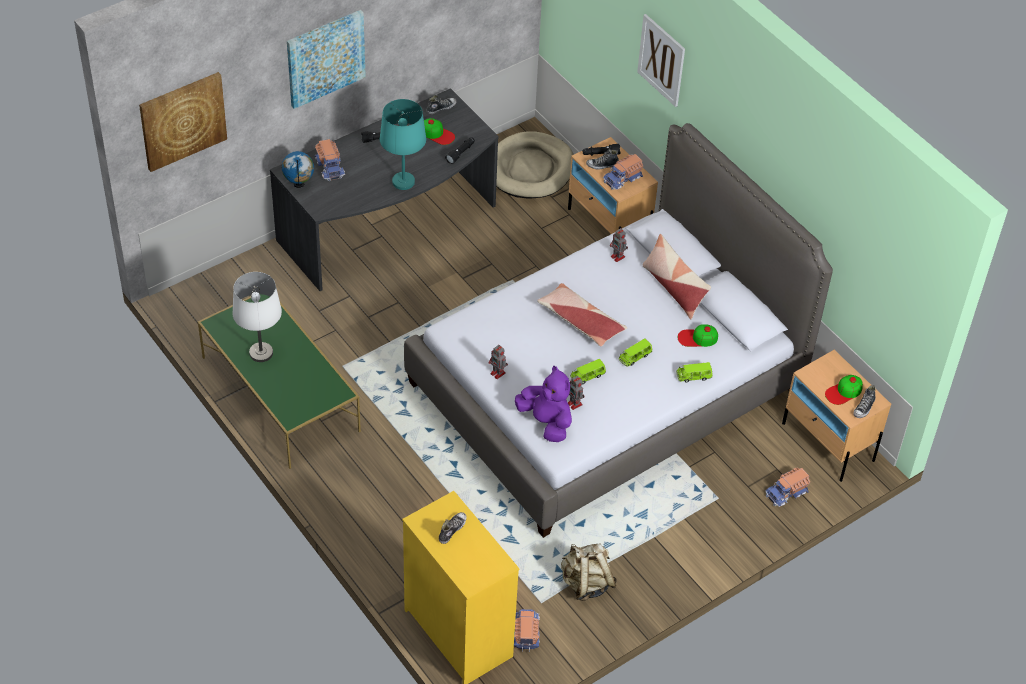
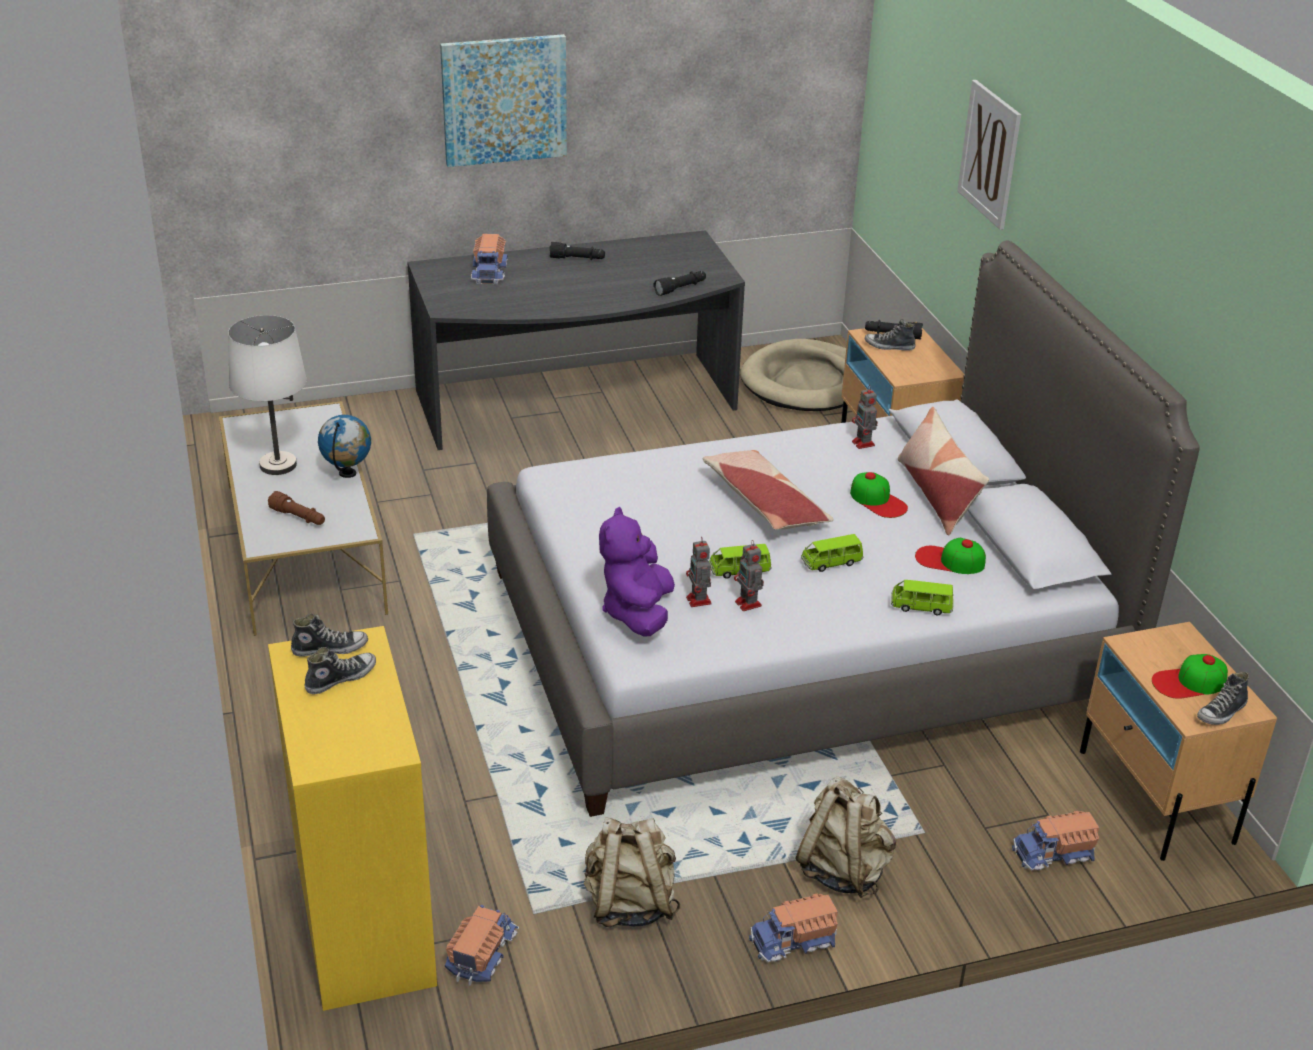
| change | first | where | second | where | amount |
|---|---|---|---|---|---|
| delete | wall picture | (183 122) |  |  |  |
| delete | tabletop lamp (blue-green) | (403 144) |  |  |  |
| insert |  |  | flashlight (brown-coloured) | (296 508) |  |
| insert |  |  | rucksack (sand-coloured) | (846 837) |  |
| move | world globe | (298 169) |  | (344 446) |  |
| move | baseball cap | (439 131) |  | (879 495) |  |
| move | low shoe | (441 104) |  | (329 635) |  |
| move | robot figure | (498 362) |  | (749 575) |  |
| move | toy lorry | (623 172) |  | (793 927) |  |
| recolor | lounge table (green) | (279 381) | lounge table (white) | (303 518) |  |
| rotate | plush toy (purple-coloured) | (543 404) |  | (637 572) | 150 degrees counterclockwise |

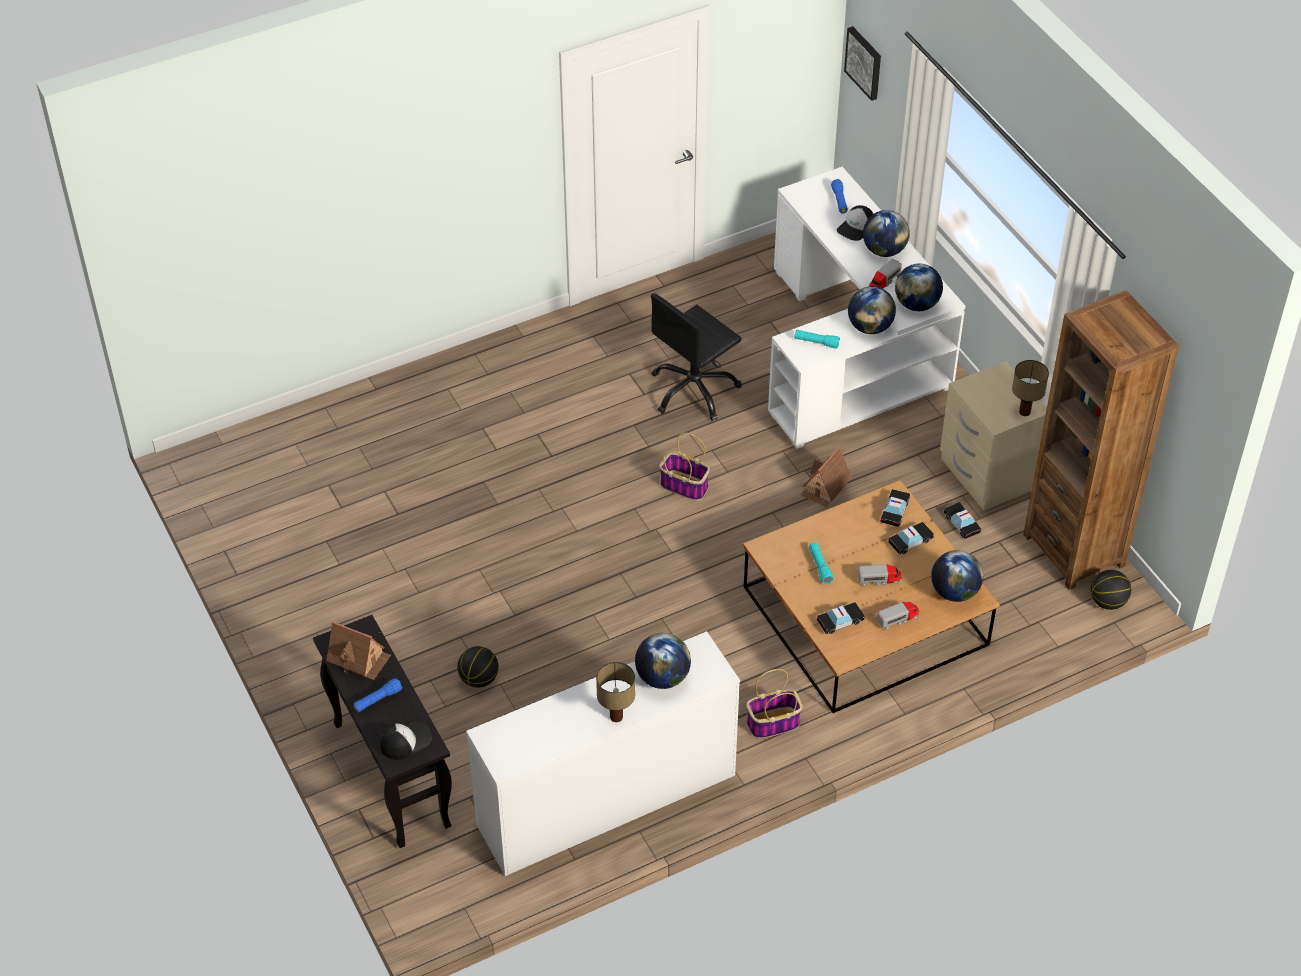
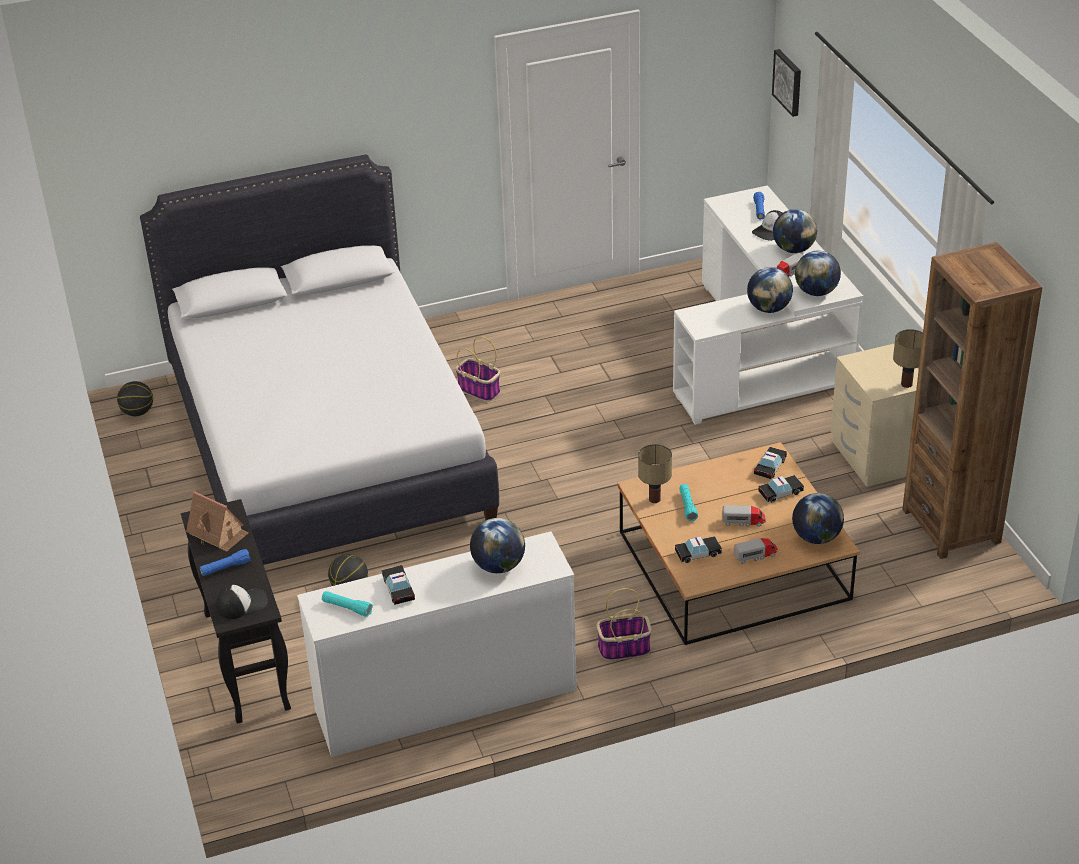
| change | first | where | second | where | amount |
|---|---|---|---|---|---|
| delete | desk chair (black-coloured) | (696 357) |  |  |  |
| delete | model house | (826 477) |  |  |  |
| insert |  |  | bedroom bed (white) | (319 359) |  |
| move | tabletop lamp | (615 692) |  | (655 473) |  |
| move | storage basket | (684 467) |  | (478 369) |  |
| move | flashlight (blue-green) | (817 339) |  | (347 604) |  |
| move | toy car | (962 520) |  | (398 585) |  |
| move | basketball | (1110 590) |  | (135 398) |  |

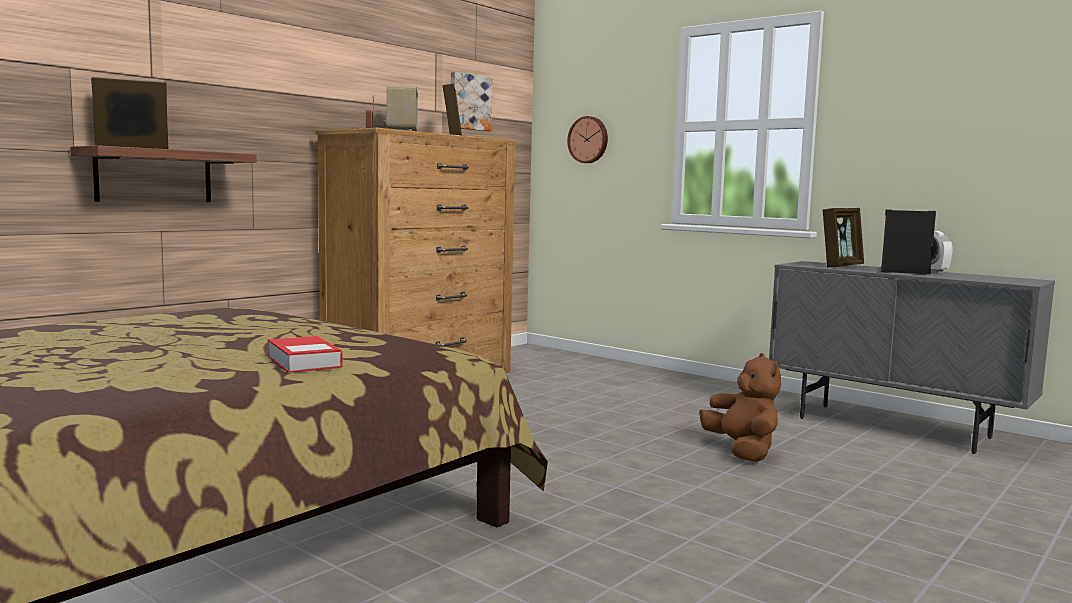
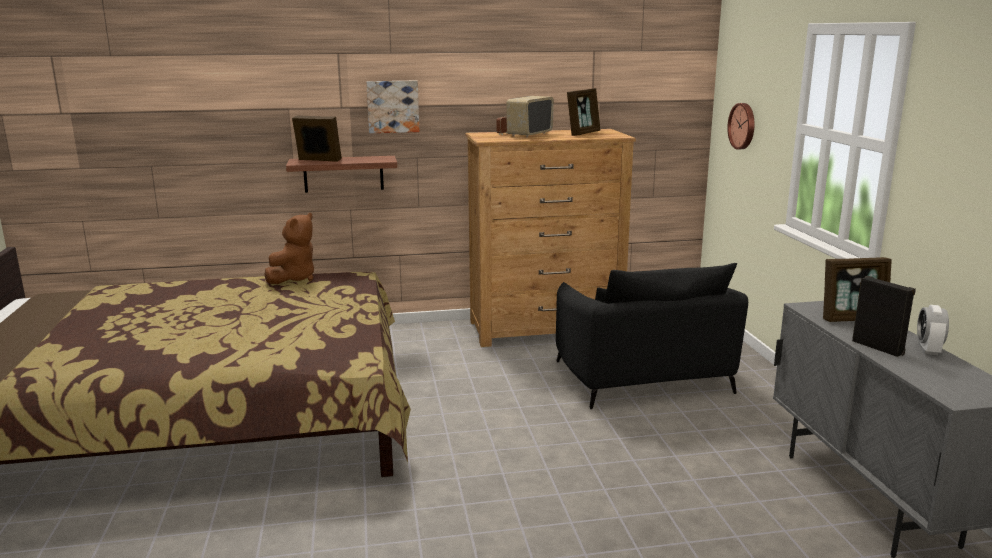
| change | first | where | second | where | amount |
|---|---|---|---|---|---|
| delete | book | (305 354) |  |  |  |
| insert |  |  | lounge chair (black-coloured) | (652 336) |  |
| move | wall picture | (471 101) |  | (392 107) |  |
| move | plush toy (brown-coloured) | (740 407) |  | (289 248) |  |

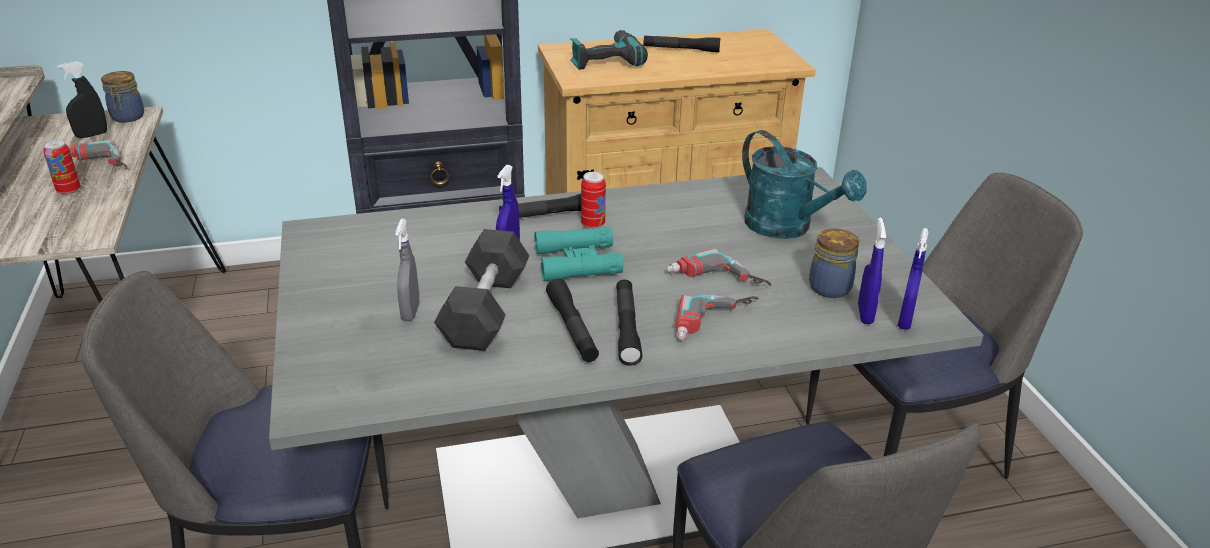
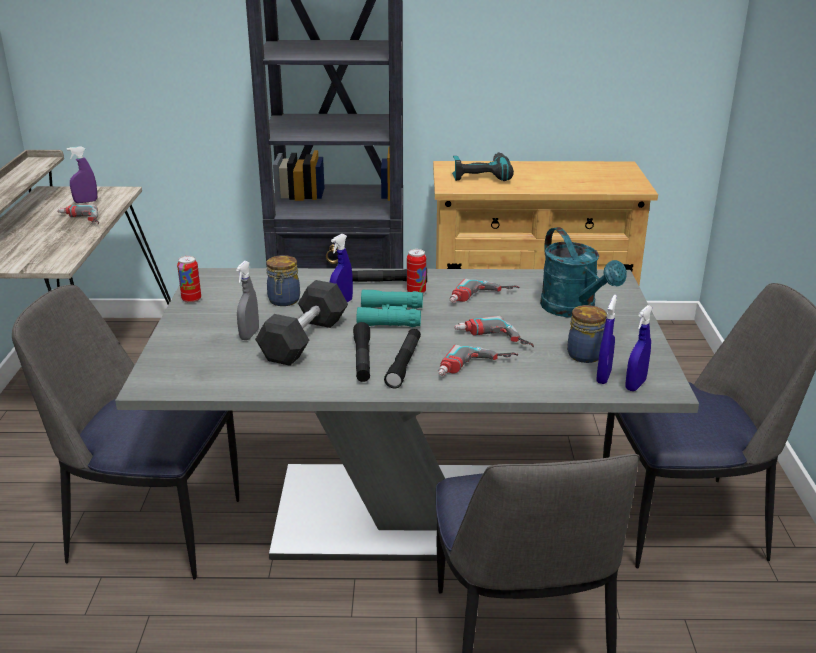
| change | first | where | second | where | amount |
|---|---|---|---|---|---|
| delete | flashlight (black-coloured) | (682 43) |  |  |  |
| insert |  |  | electric drill | (485 290) |  |
| move | metal can | (61 167) |  | (189 279) |  |
| move | preserve jar | (122 97) |  | (283 280) |  |
| recolor | spray bottle (black-coloured) | (82 99) | spray bottle (purple-coloured) | (82 174) |  |

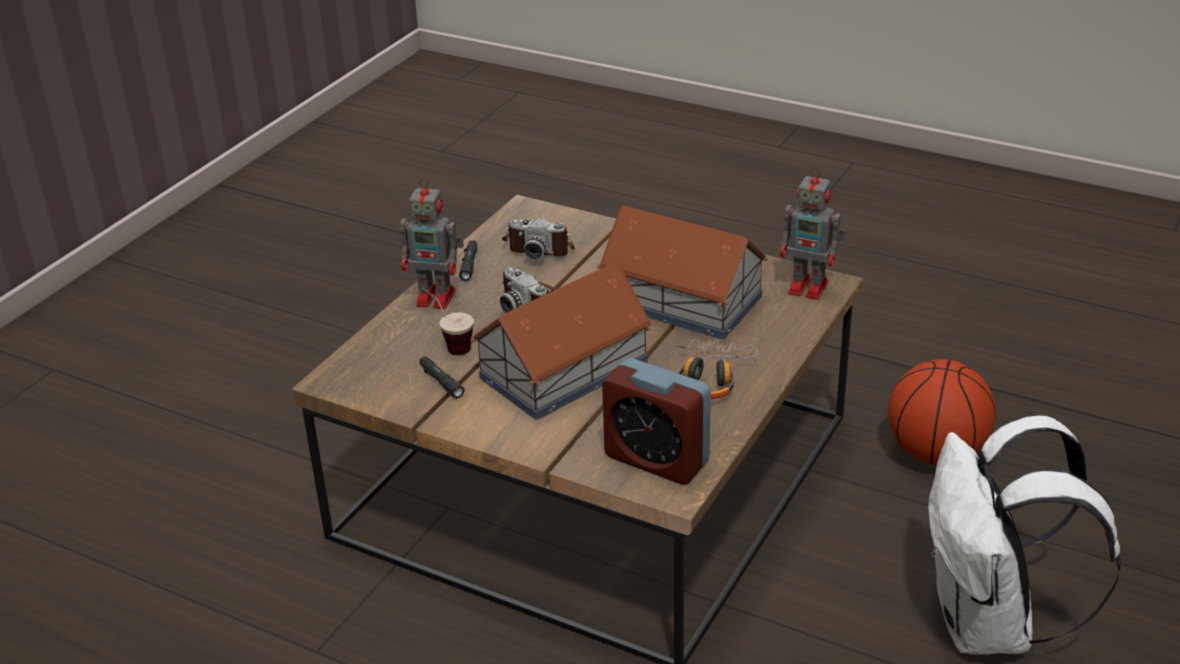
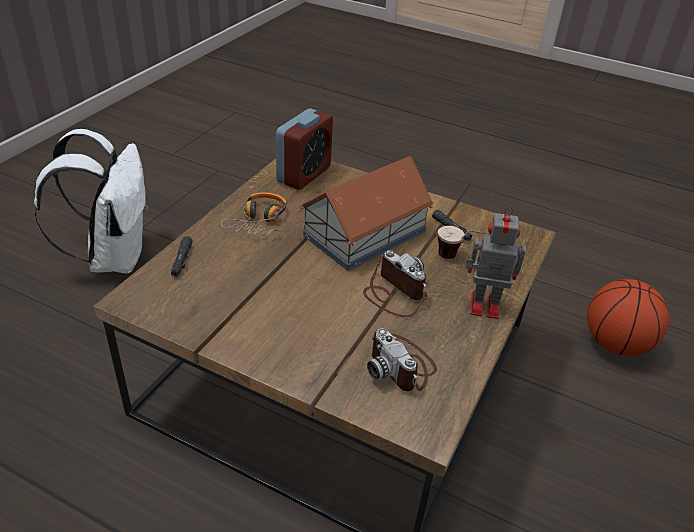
| change | first | where | second | where | amount |
|---|---|---|---|---|---|
| delete | model house | (682 273) |  |  |  |
| delete | robot figure | (813 233) |  |  |  |
| move | flashlight (black-coloured) | (468 260) |  | (182 256) |  |
| move | basketball | (942 412) |  | (628 317) |  |
| rotate | photo camera | (538 238) |  | (402 359) | 135 degrees counterclockwise |
| rotate | alarm clock | (656 421) |  | (304 149) | 90 degrees clockwise |

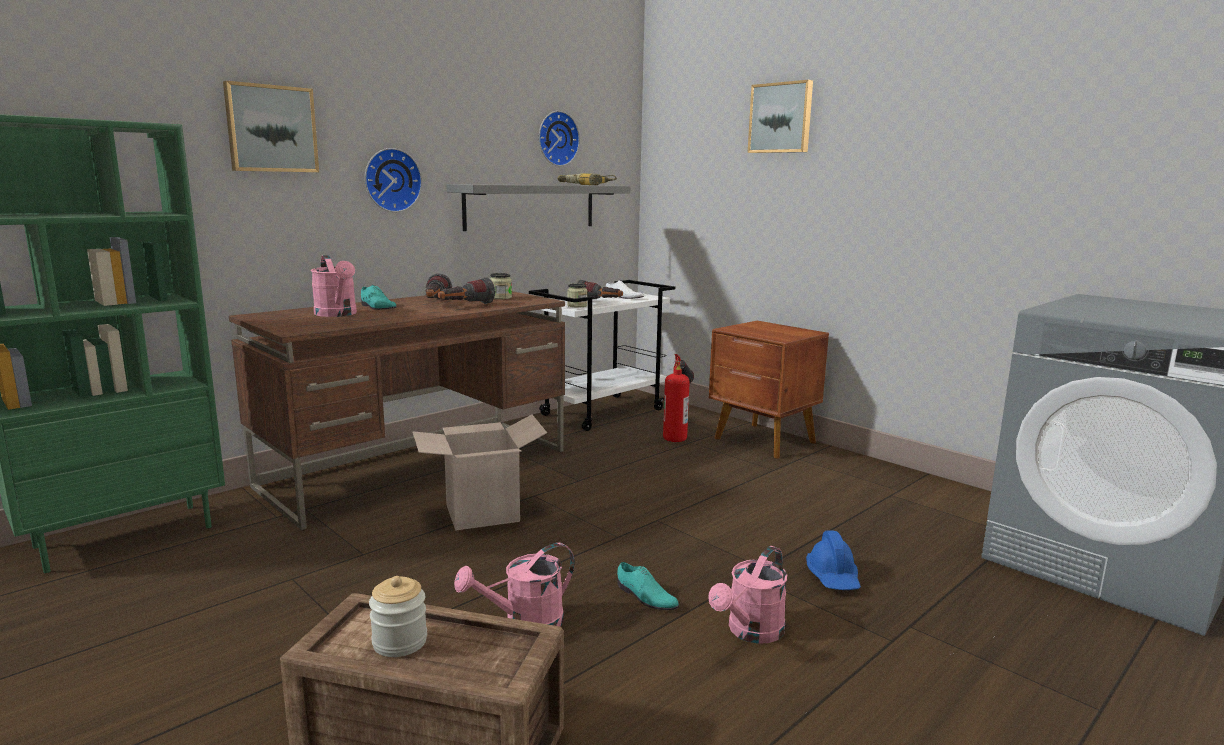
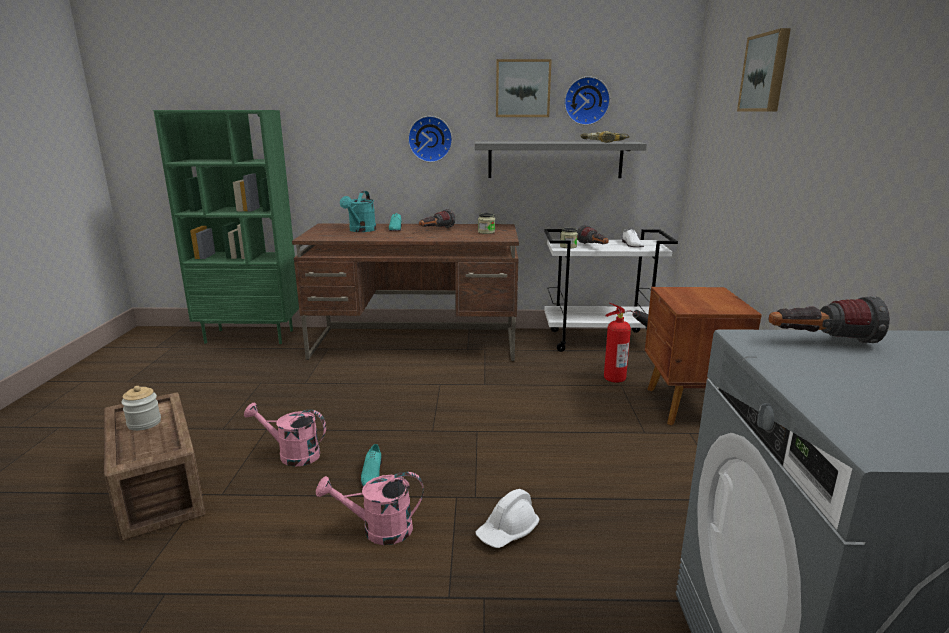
| change | first | where | second | where | amount |
|---|---|---|---|---|---|
| delete | carton | (479 472) |  |  |  |
| move | wall picture | (271 126) |  | (524 88) |  |
| move | flashlight | (466 290) |  | (829 319) |  |
| recolor | watering can (pink-coloured) | (333 286) | watering can (blue-green) | (358 211) |  |
| recolor | hard hat (blue-coloured) | (833 560) | hard hat (white) | (507 518) |  |

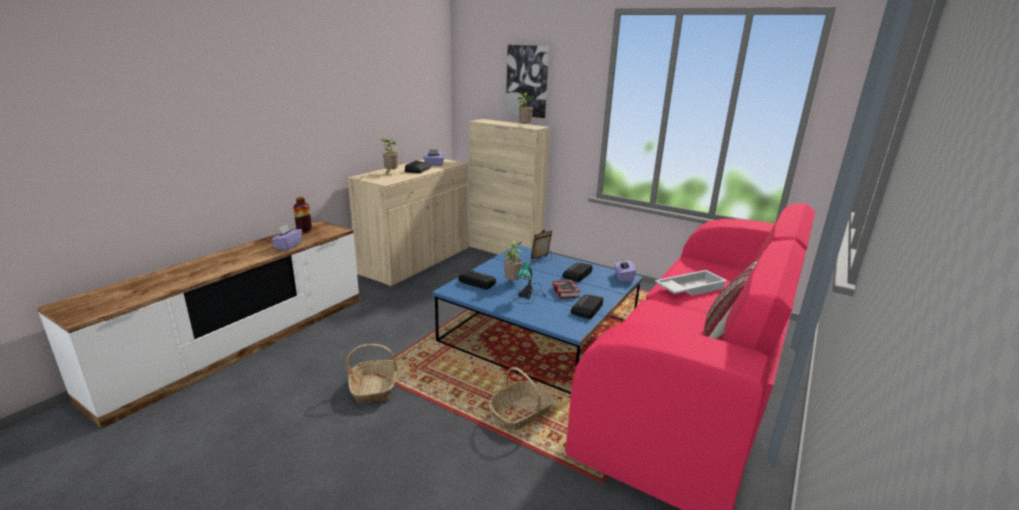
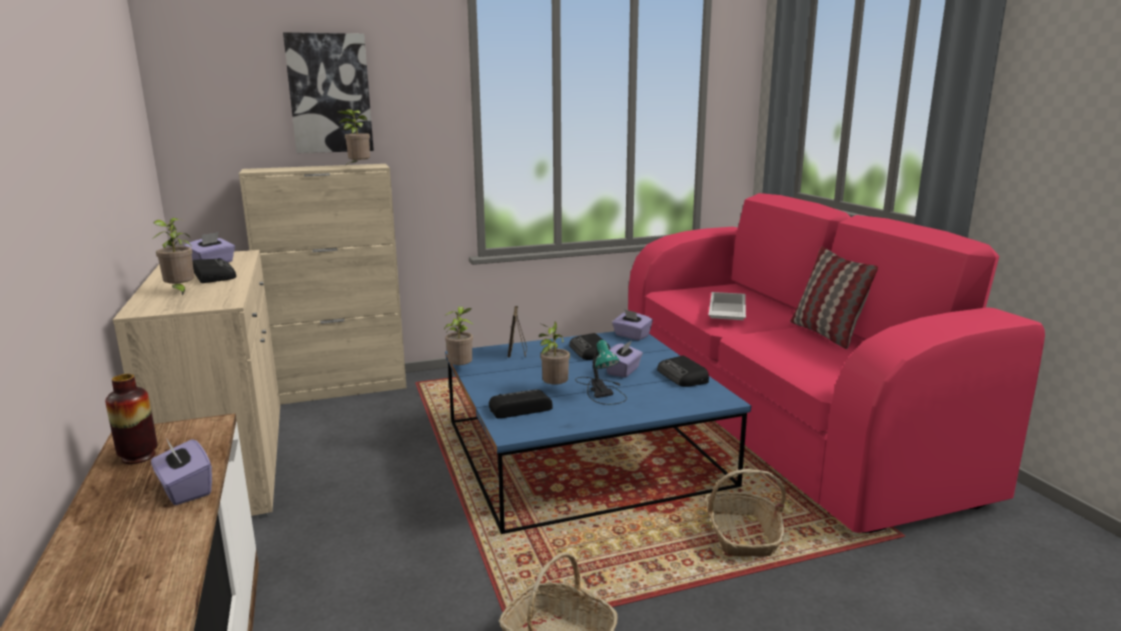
| change | first | where | second | where | amount |
|---|---|---|---|---|---|
| insert |  |  | potted plant | (459 335) |  |
| replace | book | (566 289) | tissue holder (purple-coloured) | (624 359) |  |

